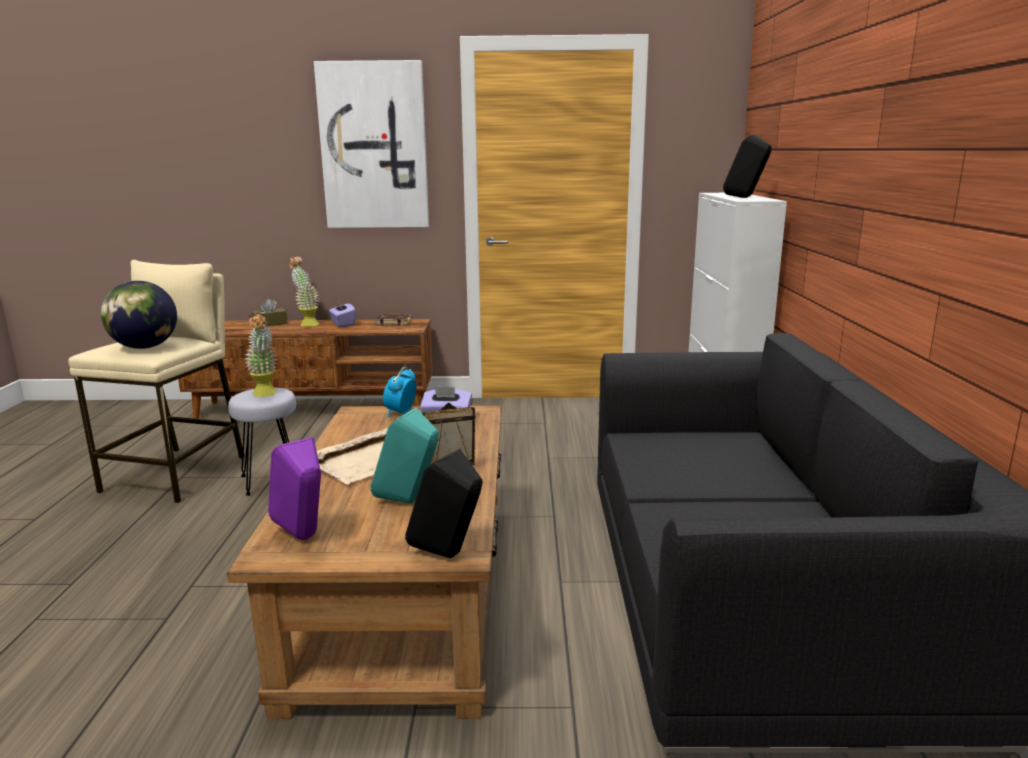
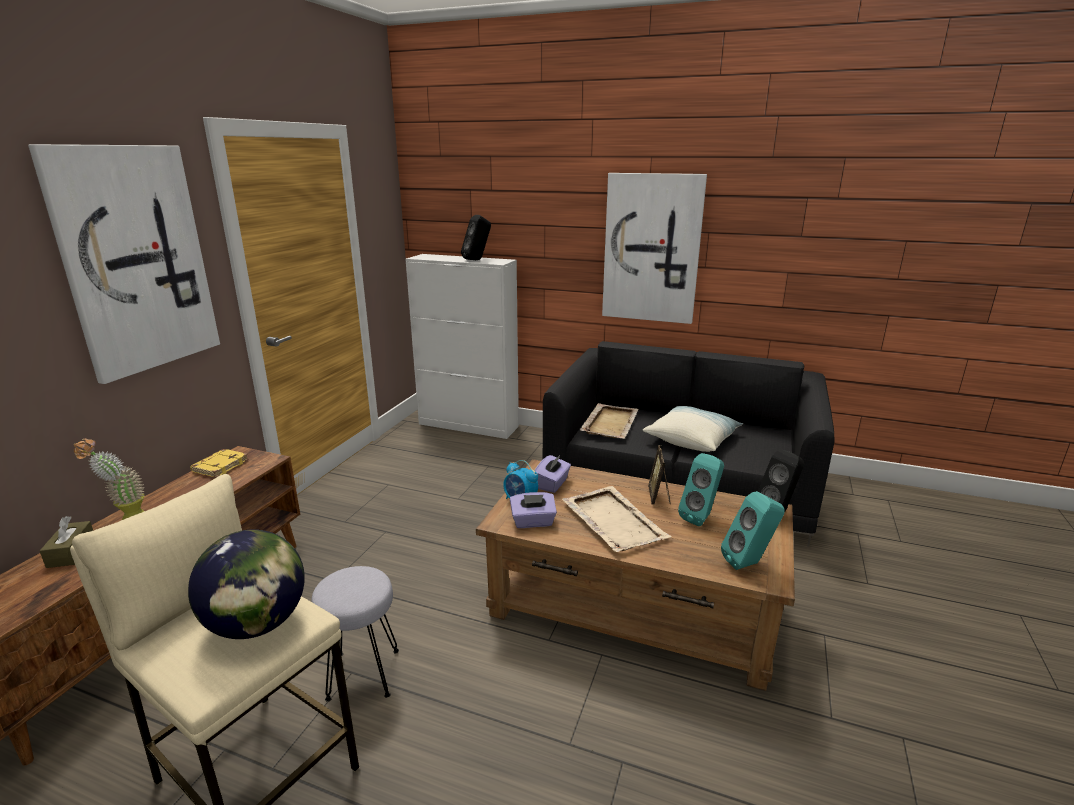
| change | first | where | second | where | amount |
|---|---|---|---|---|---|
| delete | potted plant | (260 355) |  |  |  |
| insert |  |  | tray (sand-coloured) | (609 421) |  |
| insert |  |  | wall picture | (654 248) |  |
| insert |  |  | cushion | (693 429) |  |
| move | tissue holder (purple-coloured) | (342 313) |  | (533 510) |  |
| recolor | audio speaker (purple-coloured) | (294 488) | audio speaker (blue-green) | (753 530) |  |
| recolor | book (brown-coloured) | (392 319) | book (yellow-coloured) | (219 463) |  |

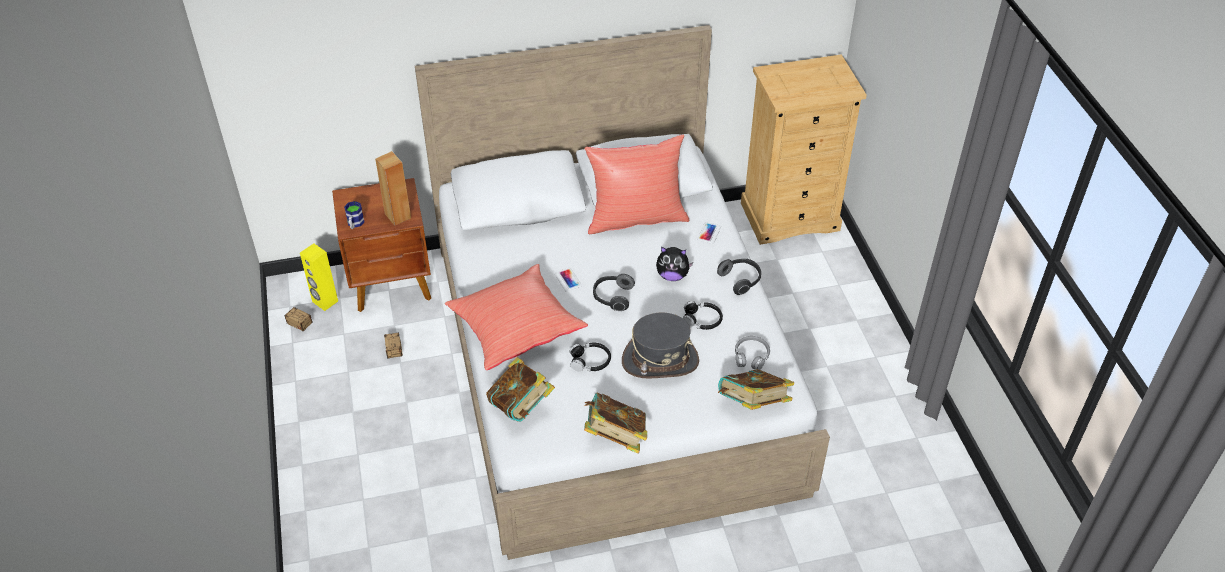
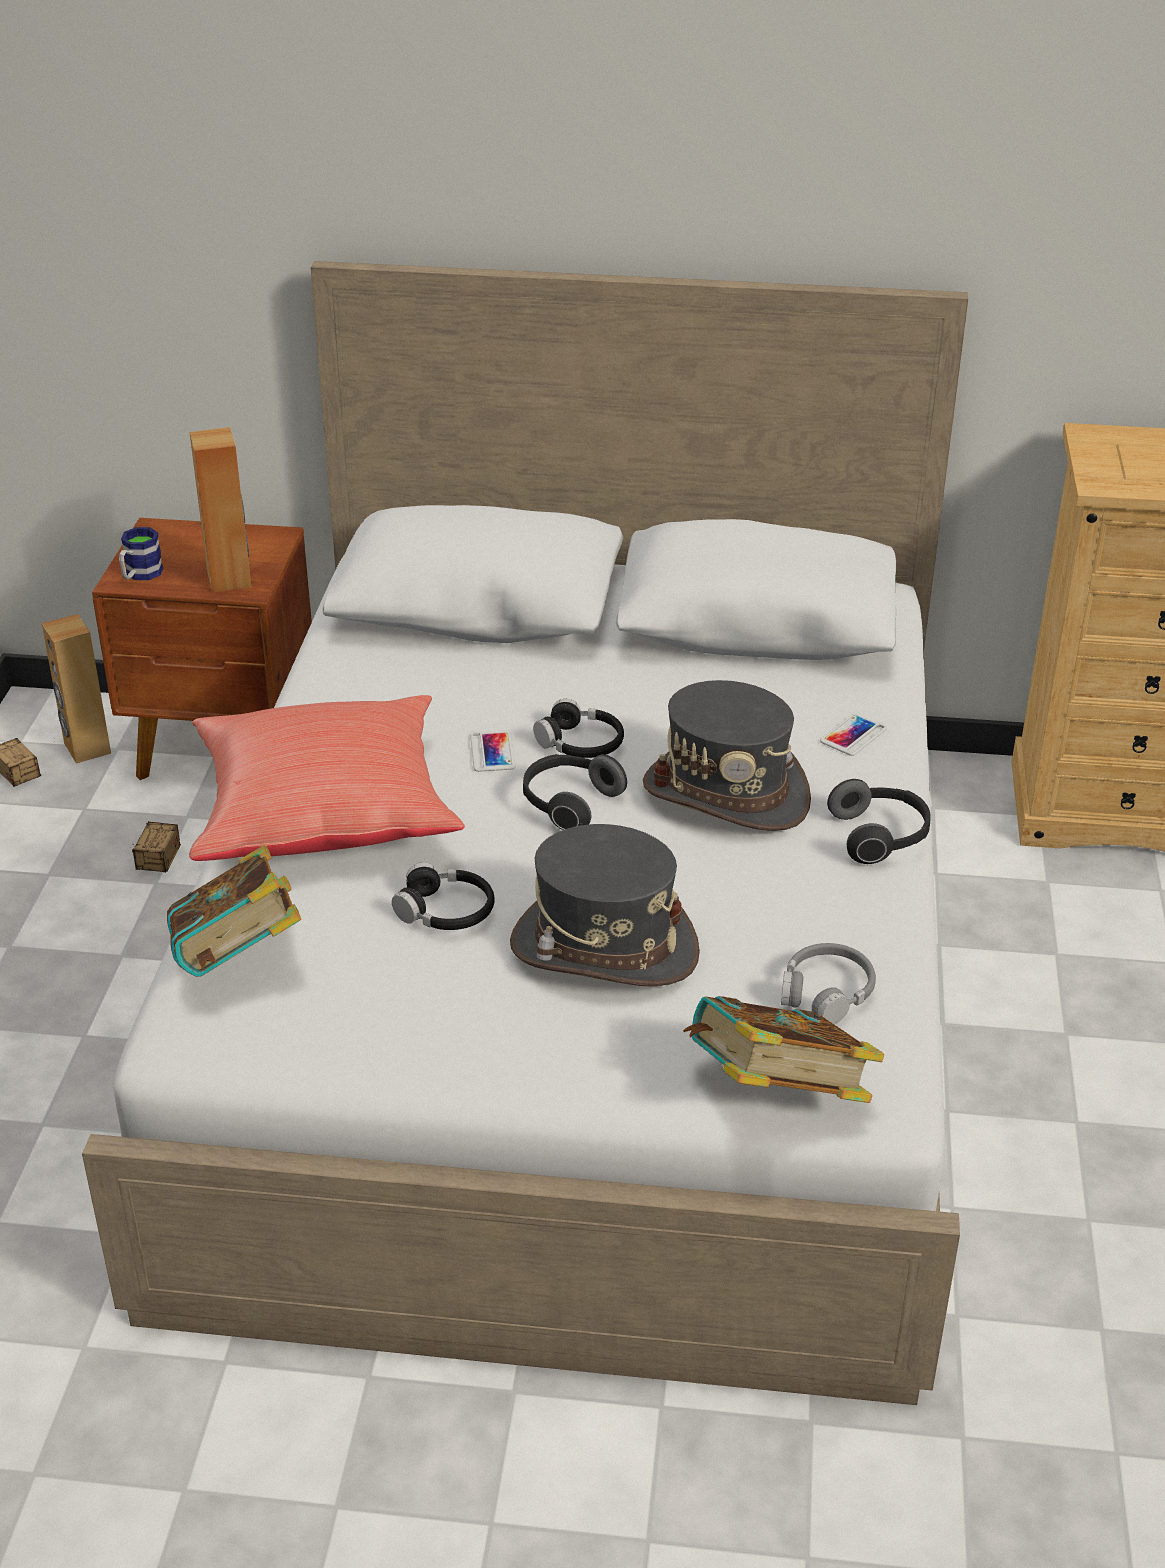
| change | first | where | second | where | amount |
|---|---|---|---|---|---|
| delete | cushion (reddish) | (637 184) |  |  |  |
| delete | book | (615 423) |  |  |  |
| move | headset (black-coloured) | (703 315) |  | (578 728) |  |
| replace | plush toy | (674 264) | clothing hat (greyish) | (727 755) |  |
| recolor | audio speaker (yellow-coloured) | (319 277) | audio speaker (brown-coloured) | (76 689) |  |

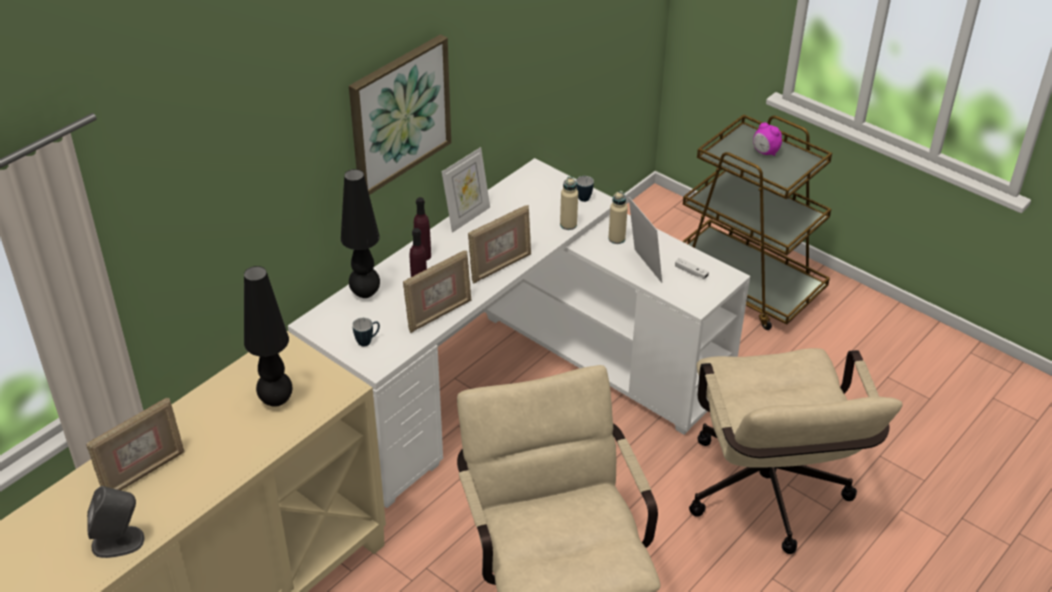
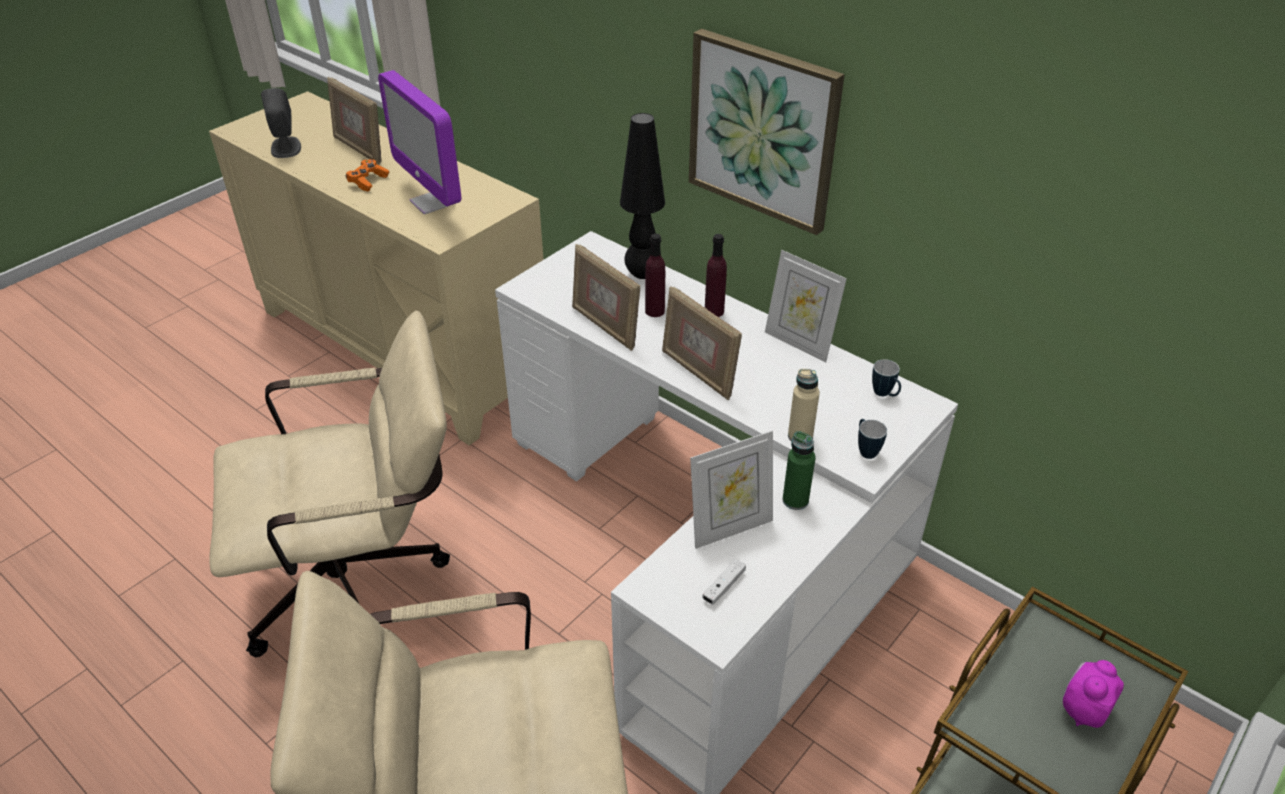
| change | first | where | second | where | amount |
|---|---|---|---|---|---|
| insert |  |  | game controller (orange-coloured) | (367 175) |  |
| move | coffee mug | (366 332) |  | (886 377) |  |
| replace | tabletop lamp (black-coloured) | (268 336) | monitor | (420 142) |  |
| recolor | beverage bottle (sand-coloured) | (618 217) | beverage bottle (green) | (799 470) |  |

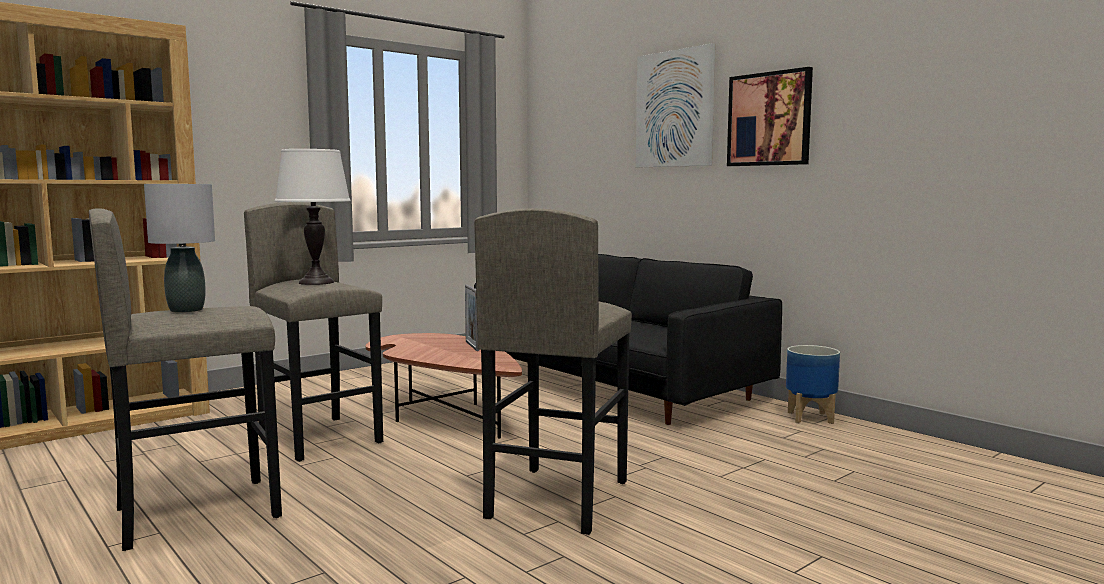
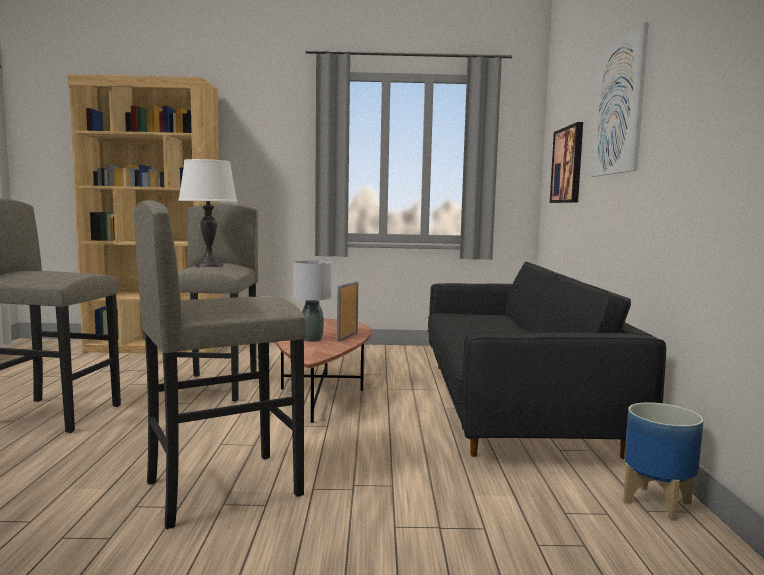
| change | first | where | second | where | amount |
|---|---|---|---|---|---|
| move | tabletop lamp (greyish) | (179 248) |  | (312 301) |  |
| move | wall picture | (770 116) |  | (566 162) |  |

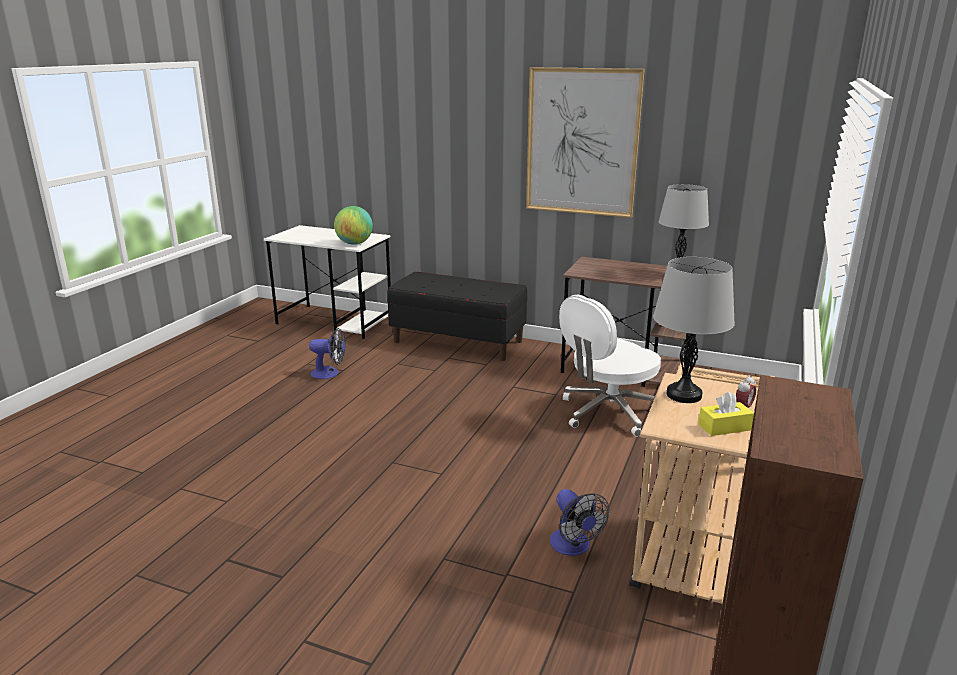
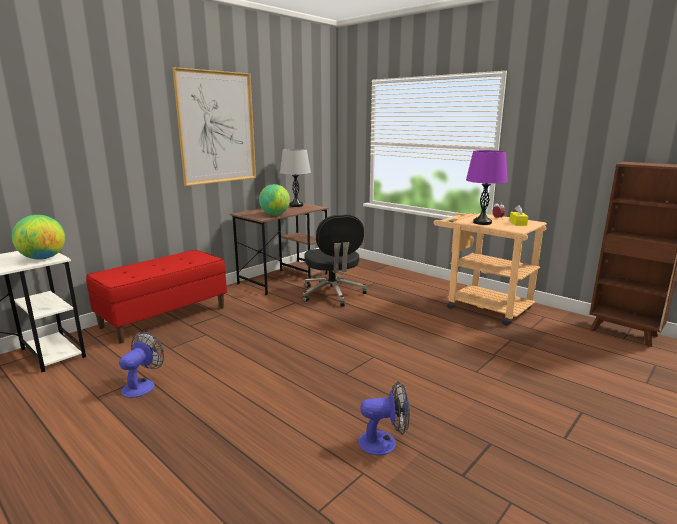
| change | first | where | second | where | amount |
|---|---|---|---|---|---|
| insert |  |  | world globe | (274 199) |  |
| move | fan | (579 522) |  | (384 418) |  |
| recolor | long seat (black-coloured) | (457 316) | long seat (reddish) | (156 296) |  |
| recolor | desk chair (white) | (610 366) | desk chair (black-coloured) | (335 260) |  |
| recolor | tabletop lamp (greyish) | (694 330) | tabletop lamp (purple-coloured) | (487 187) |  |

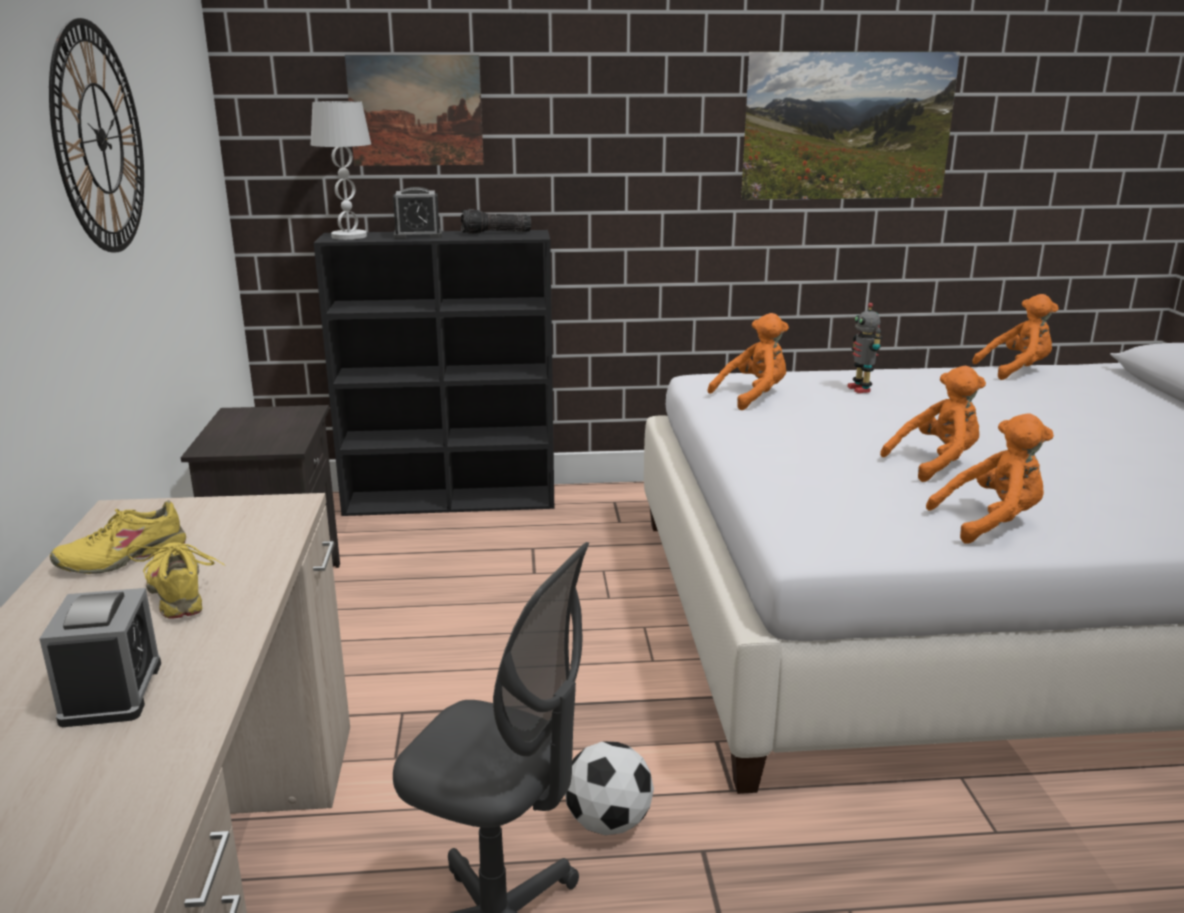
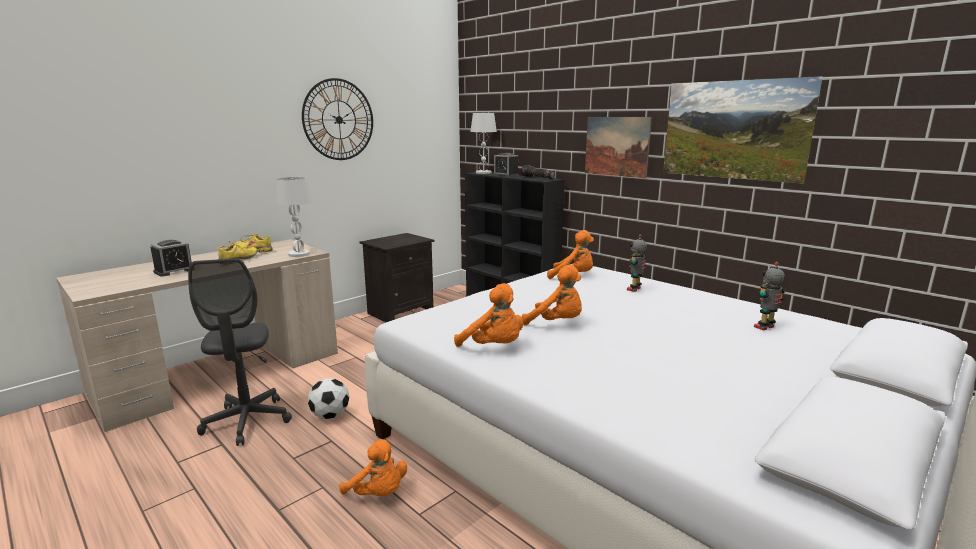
| change | first | where | second | where | amount |
|---|---|---|---|---|---|
| insert |  |  | tabletop lamp (white) | (293 217) |  |
| insert |  |  | robot figure | (769 296) |  |
| move | wall picture | (414 110) |  | (618 147) |  |
| move | plush toy (orange-coloured) | (1015 337) |  | (373 467) |  |

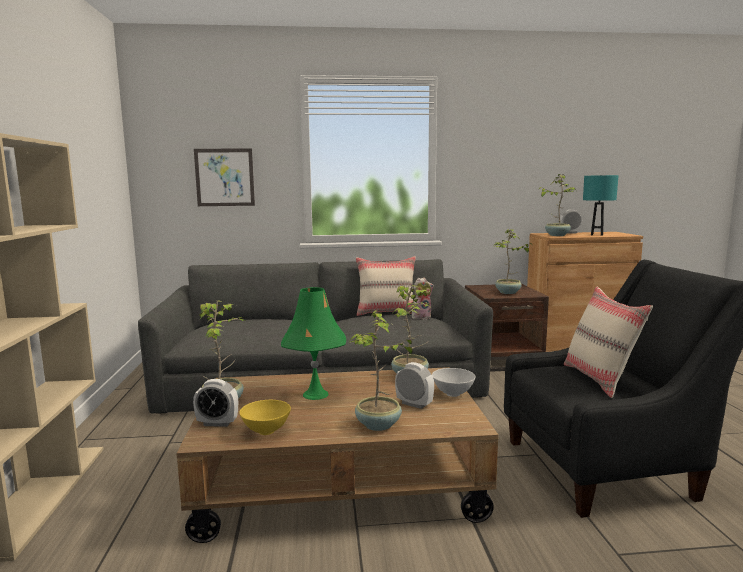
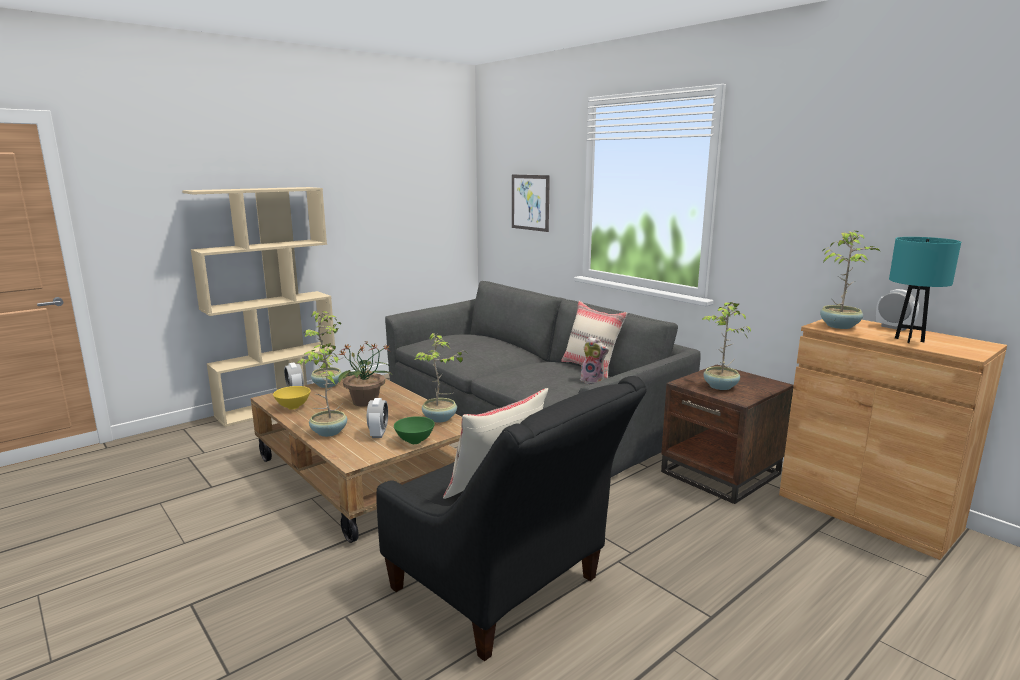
| change | first | where | second | where | amount |
|---|---|---|---|---|---|
| replace | tabletop lamp (green) | (313 343) | potted plant | (365 373) |  |
| recolor | bowl (white) | (454 382) | bowl (green) | (414 430) |  |

